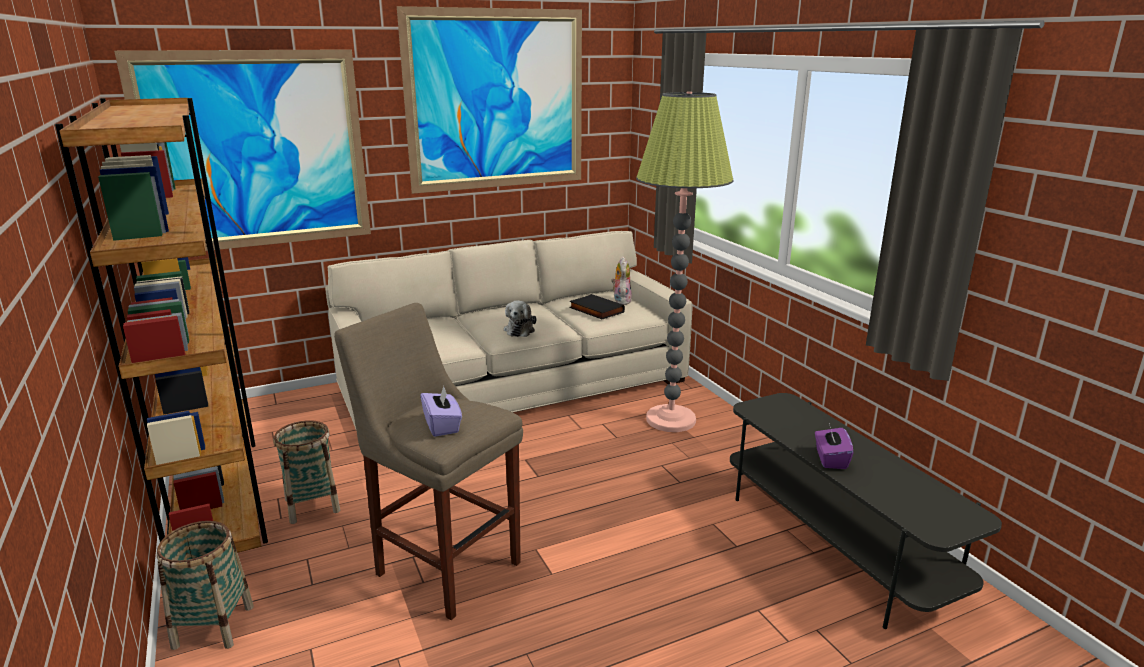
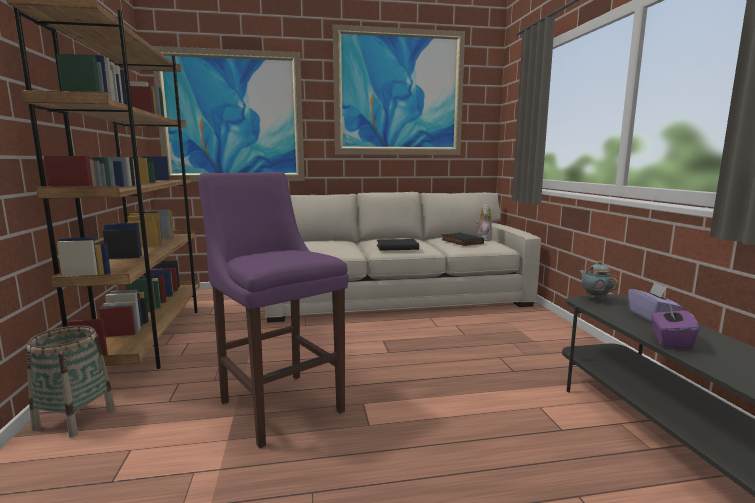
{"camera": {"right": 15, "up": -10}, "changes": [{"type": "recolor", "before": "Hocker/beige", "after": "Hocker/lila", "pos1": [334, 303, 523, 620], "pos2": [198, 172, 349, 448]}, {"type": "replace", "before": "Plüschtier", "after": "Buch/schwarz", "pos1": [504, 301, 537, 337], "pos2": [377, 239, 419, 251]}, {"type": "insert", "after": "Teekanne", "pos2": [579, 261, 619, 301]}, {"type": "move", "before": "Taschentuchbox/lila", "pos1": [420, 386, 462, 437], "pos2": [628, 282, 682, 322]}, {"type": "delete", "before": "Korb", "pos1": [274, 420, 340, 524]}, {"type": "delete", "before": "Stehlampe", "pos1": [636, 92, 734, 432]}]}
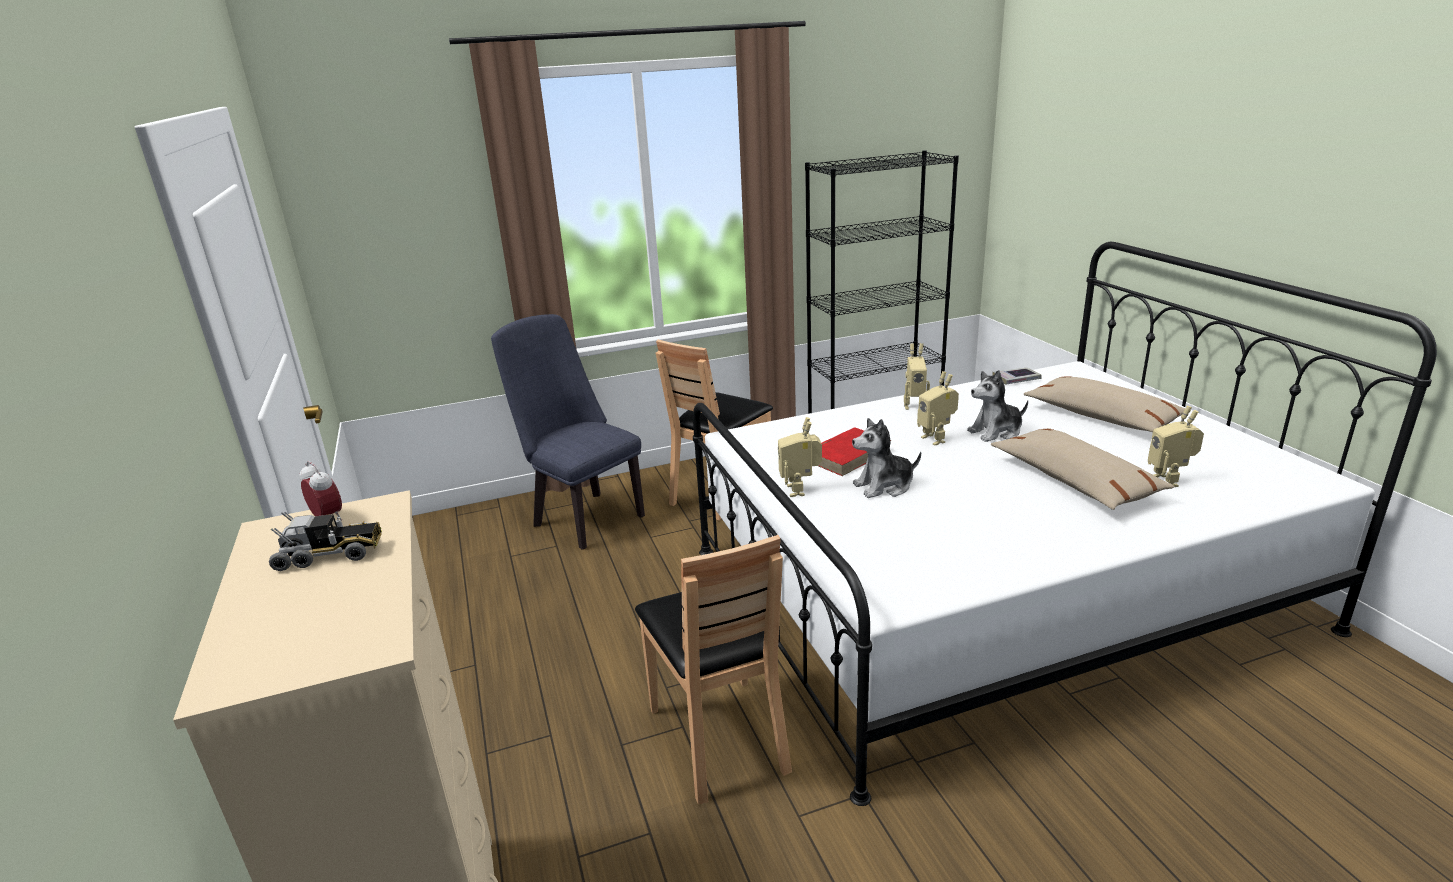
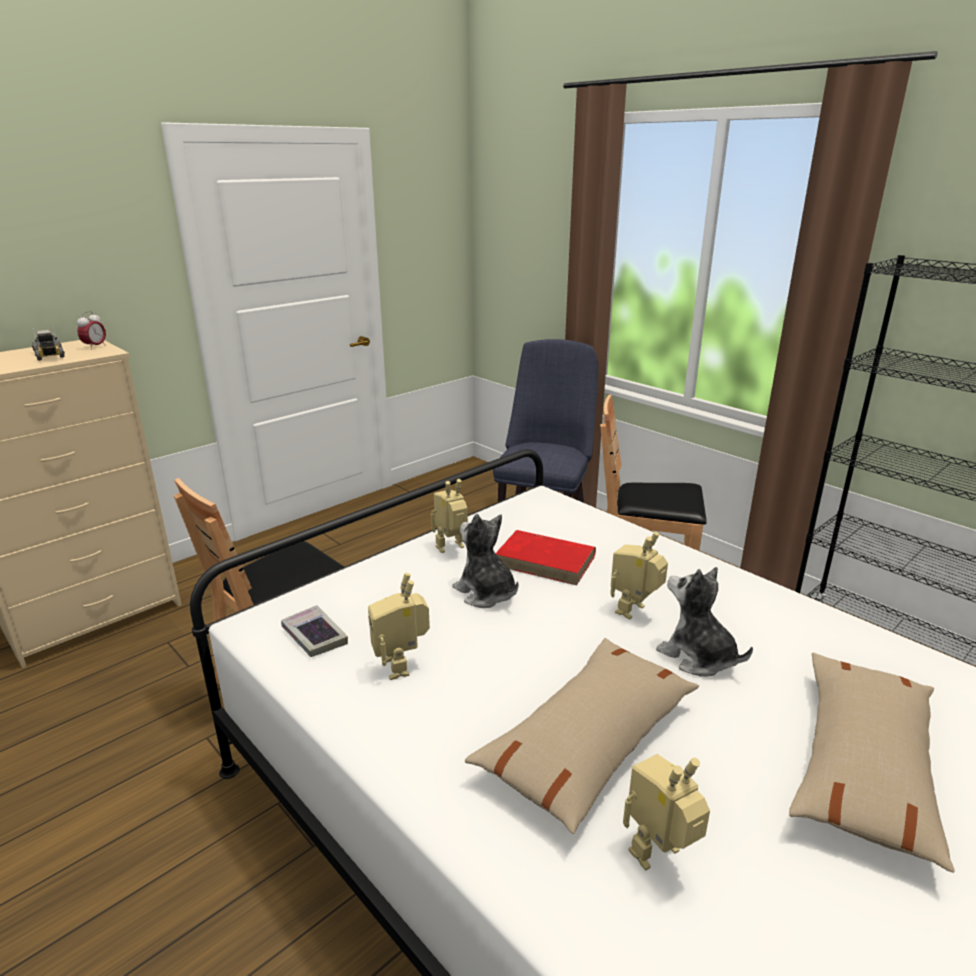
{"camera": {"right": 65, "up": 0}, "changes": [{"type": "move", "before": "Buch", "pos1": [993, 368, 1042, 384], "pos2": [281, 605, 348, 657]}, {"type": "move", "before": "Spielzeugroboter", "pos1": [904, 343, 930, 410], "pos2": [368, 573, 430, 680]}]}
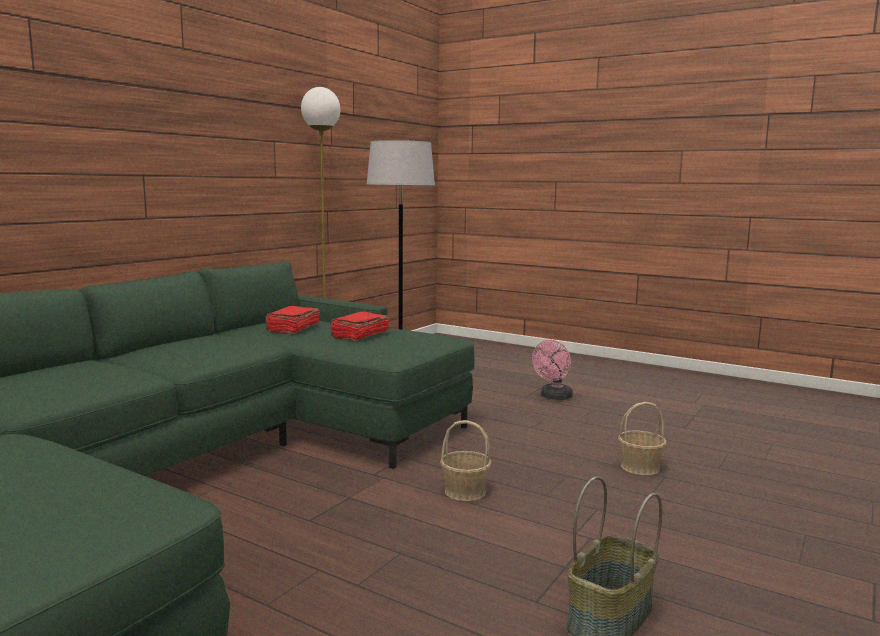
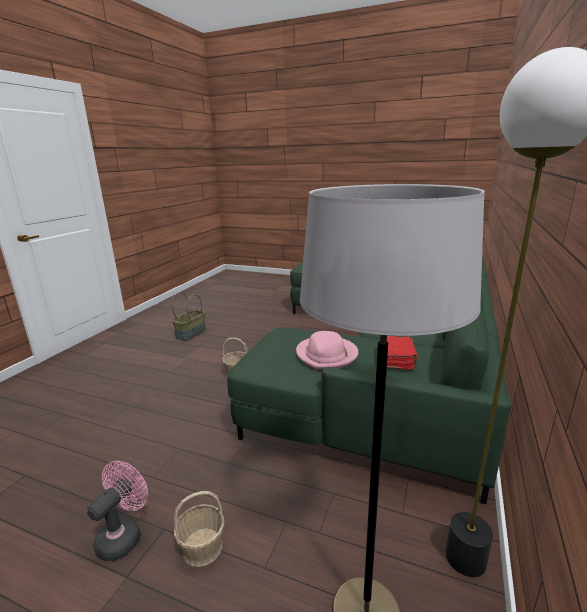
{"camera": {"right": 170, "up": 10}, "changes": [{"type": "move", "before": "Korb", "pos1": [618, 402, 667, 475], "pos2": [174, 491, 224, 567]}, {"type": "replace", "before": "Buch/rot", "after": "Hut/rosa", "pos1": [330, 312, 389, 342], "pos2": [296, 331, 358, 370]}]}
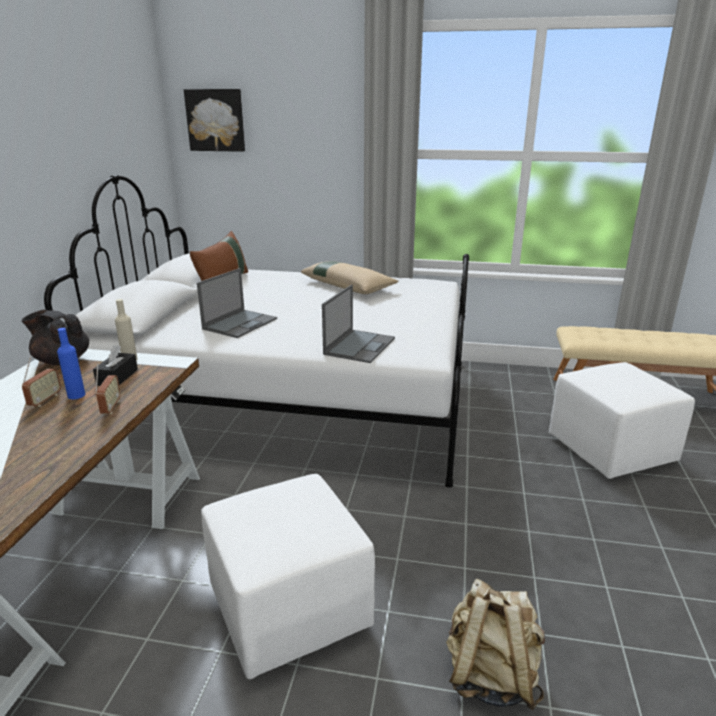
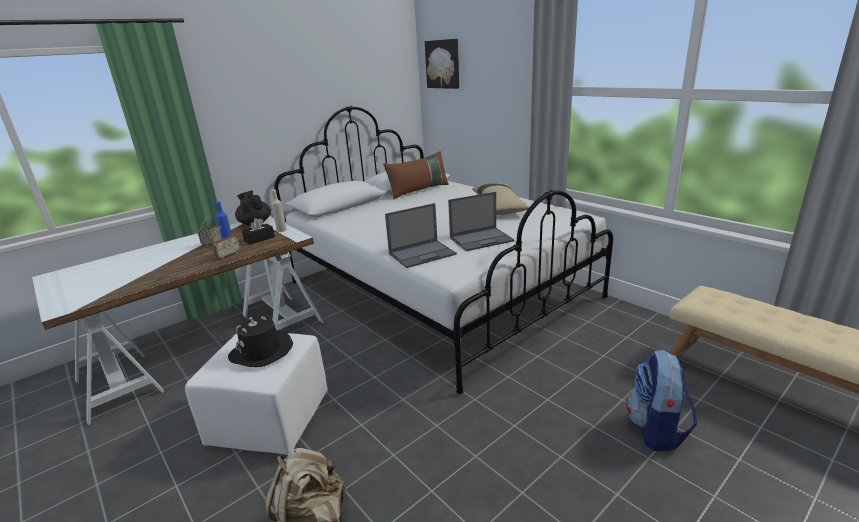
{"camera": {"right": 40, "up": 0}, "changes": [{"type": "insert", "after": "Hut/schwarz", "pos2": [228, 316, 293, 367]}, {"type": "move", "before": "Laptop", "pos1": [197, 268, 277, 338], "pos2": [448, 192, 515, 251]}, {"type": "replace", "before": "Polsterhocker/weiß", "after": "Rucksack", "pos1": [549, 362, 695, 479], "pos2": [626, 350, 697, 451]}]}
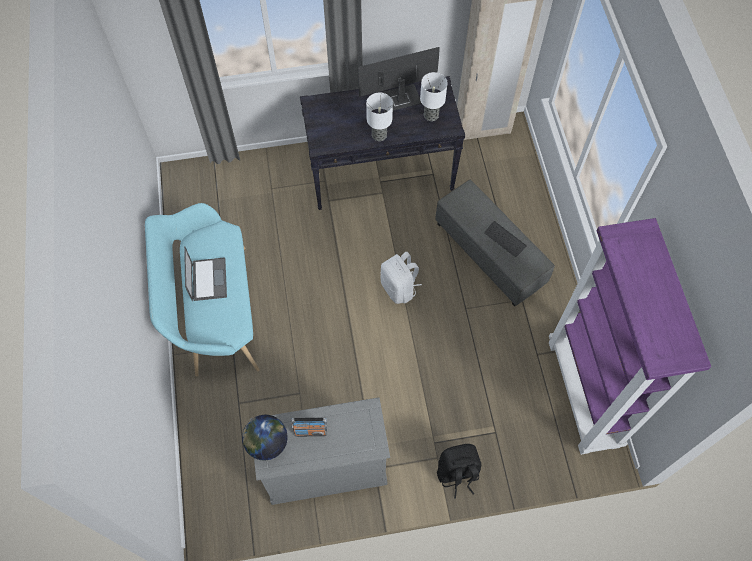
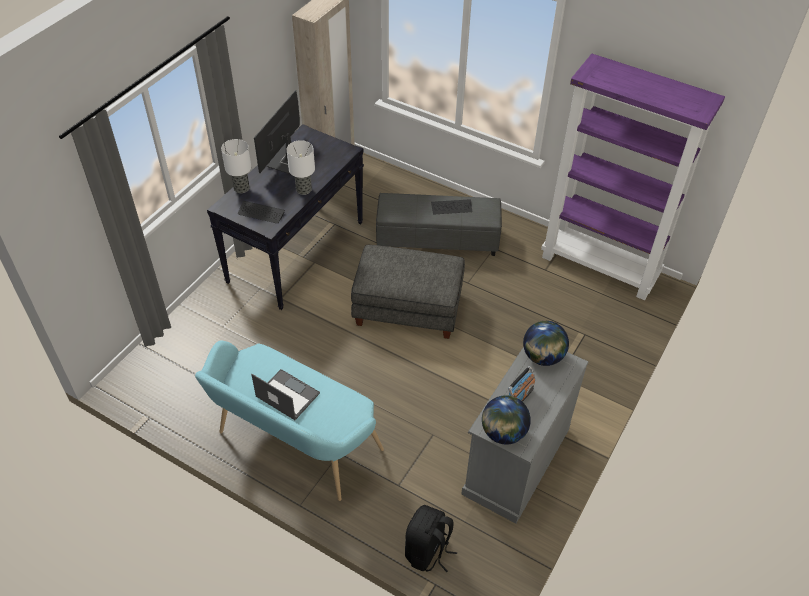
{"camera": {"right": -50, "up": -15}, "changes": [{"type": "move", "before": "Tischlampe", "pos1": [420, 72, 447, 121], "pos2": [221, 139, 251, 193]}, {"type": "insert", "after": "Tastatur", "pos2": [238, 201, 285, 224]}, {"type": "replace", "before": "Rucksack/weiß", "after": "Polsterhocker/grau", "pos1": [380, 252, 422, 304], "pos2": [351, 245, 465, 339]}, {"type": "move", "before": "Rucksack/schwarz", "pos1": [437, 444, 482, 499], "pos2": [405, 505, 457, 572]}, {"type": "insert", "after": "Globus", "pos2": [523, 321, 569, 366]}]}
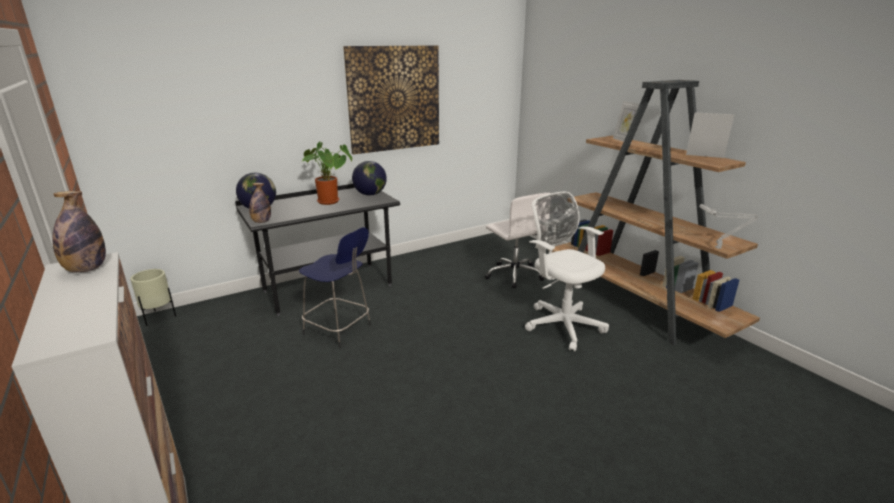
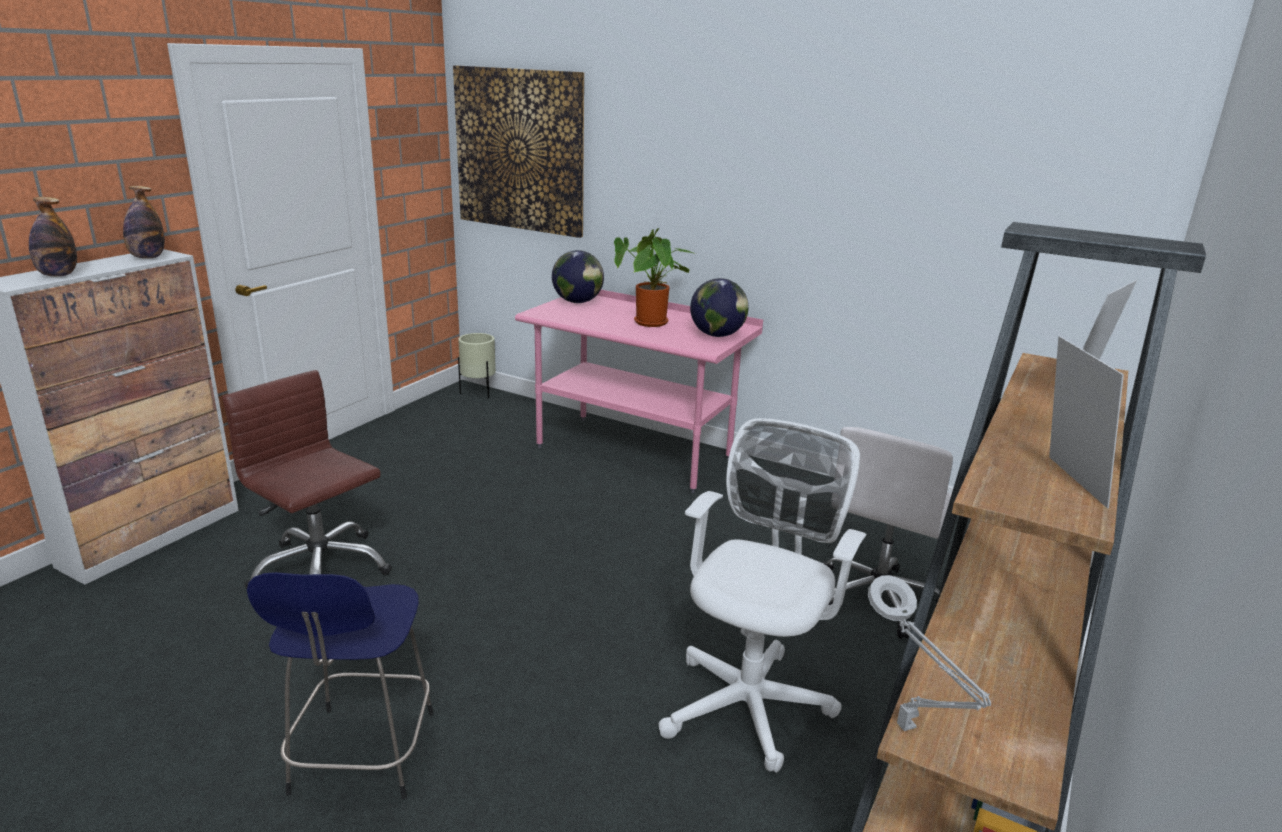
{"camera": {"right": 60, "up": 0}, "changes": [{"type": "move", "before": "Flasche", "pos1": [249, 183, 271, 223], "pos2": [29, 197, 77, 276]}, {"type": "insert", "after": "Bürostuhl/braun", "pos2": [222, 370, 392, 589]}, {"type": "move", "before": "Hocker/blau", "pos1": [299, 227, 371, 348], "pos2": [247, 572, 434, 800]}, {"type": "move", "before": "Bild", "pos1": [343, 46, 439, 154], "pos2": [453, 65, 584, 238]}, {"type": "recolor", "before": "Schreibtisch/schwarz", "after": "Schreibtisch/rosa", "pos1": [235, 184, 400, 316], "pos2": [515, 290, 763, 493]}]}
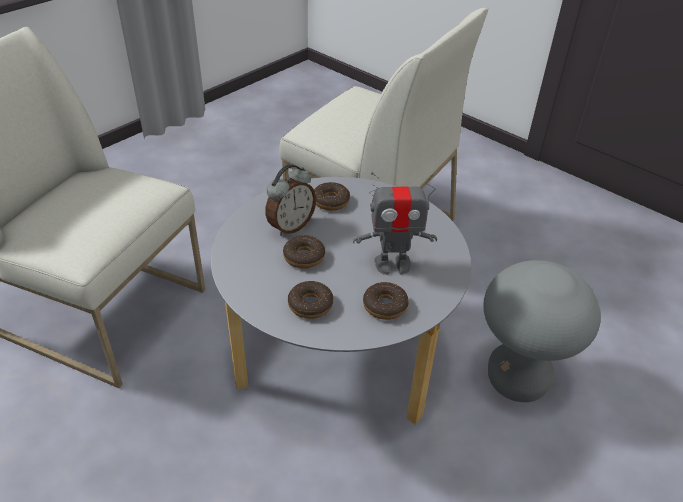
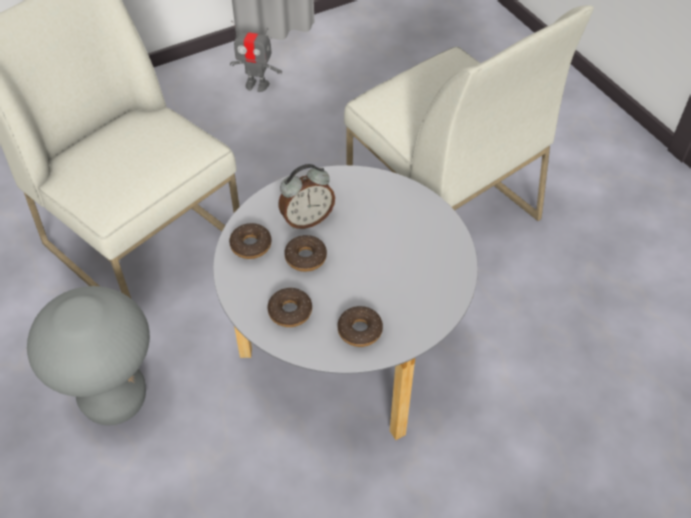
{"camera": {"right": 20, "up": 10}, "changes": [{"type": "move", "before": "Hocker/grau", "pos1": [483, 260, 601, 402], "pos2": [27, 286, 150, 425]}, {"type": "move", "before": "Donut", "pos1": [314, 182, 350, 211], "pos2": [229, 223, 272, 259]}, {"type": "move", "before": "Spielzeugroboter", "pos1": [353, 172, 437, 275], "pos2": [230, 20, 282, 92]}]}
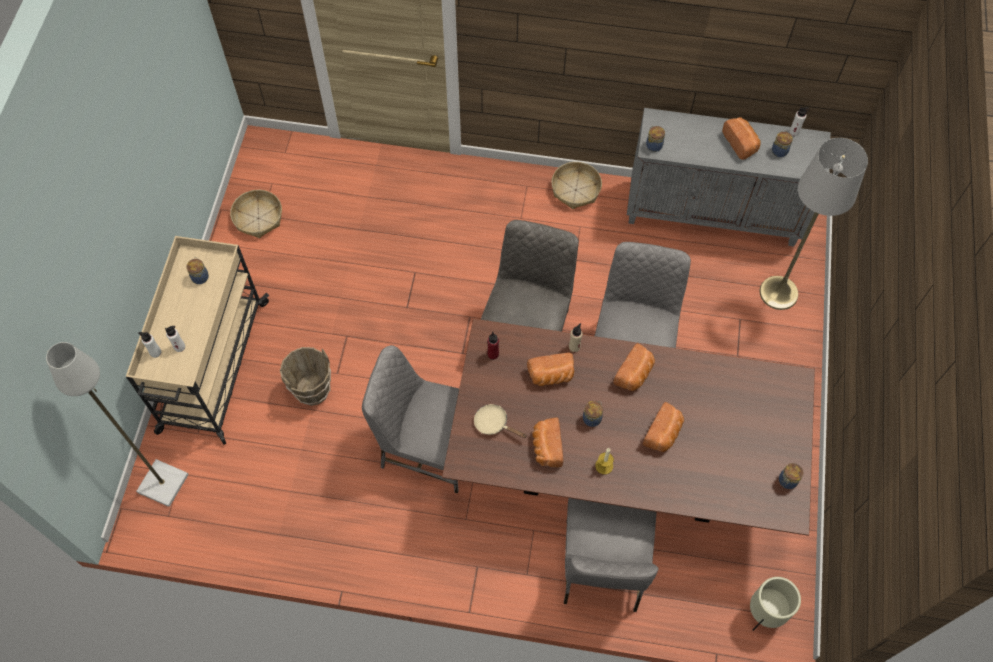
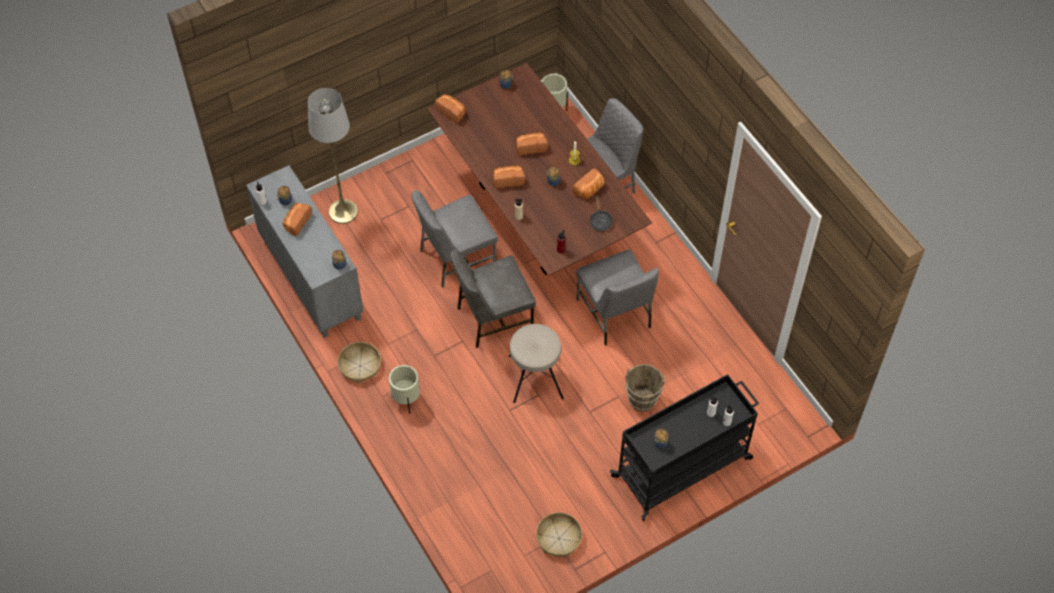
{"camera": {"right": -130, "up": -5}, "changes": [{"type": "insert", "after": "Pflanzkübel/beige", "pos2": [389, 365, 420, 414]}, {"type": "move", "before": "Brot", "pos1": [527, 352, 574, 386], "pos2": [435, 94, 466, 123]}, {"type": "insert", "after": "Hocker/beige", "pos2": [509, 324, 564, 403]}, {"type": "recolor", "before": "Pfanne/beige", "after": "Pfanne/schwarz", "pos1": [474, 404, 527, 438], "pos2": [590, 196, 613, 231]}, {"type": "recolor", "before": "Rollwagen/beige", "after": "Rollwagen/schwarz", "pos1": [126, 236, 269, 445], "pos2": [610, 374, 759, 521]}, {"type": "delete", "before": "Stehlampe/grau", "pos1": [46, 342, 189, 507]}]}
